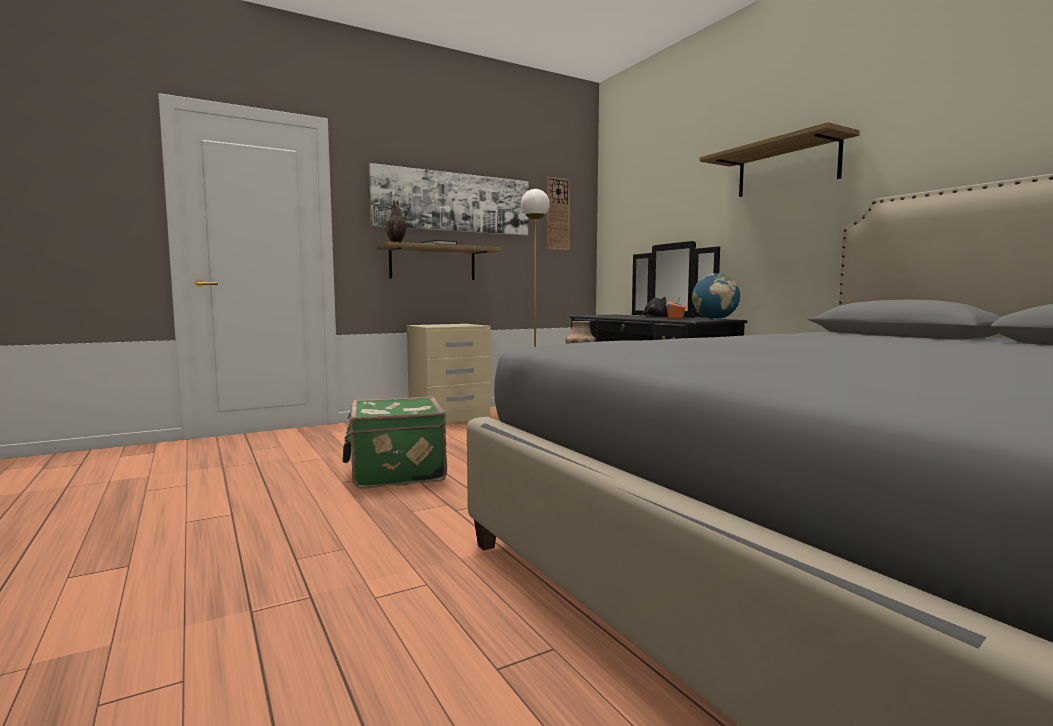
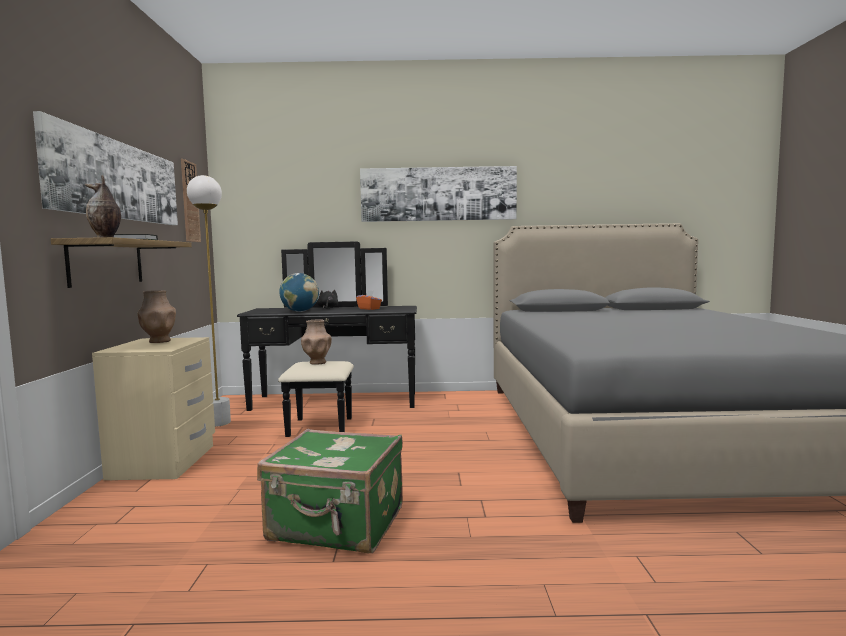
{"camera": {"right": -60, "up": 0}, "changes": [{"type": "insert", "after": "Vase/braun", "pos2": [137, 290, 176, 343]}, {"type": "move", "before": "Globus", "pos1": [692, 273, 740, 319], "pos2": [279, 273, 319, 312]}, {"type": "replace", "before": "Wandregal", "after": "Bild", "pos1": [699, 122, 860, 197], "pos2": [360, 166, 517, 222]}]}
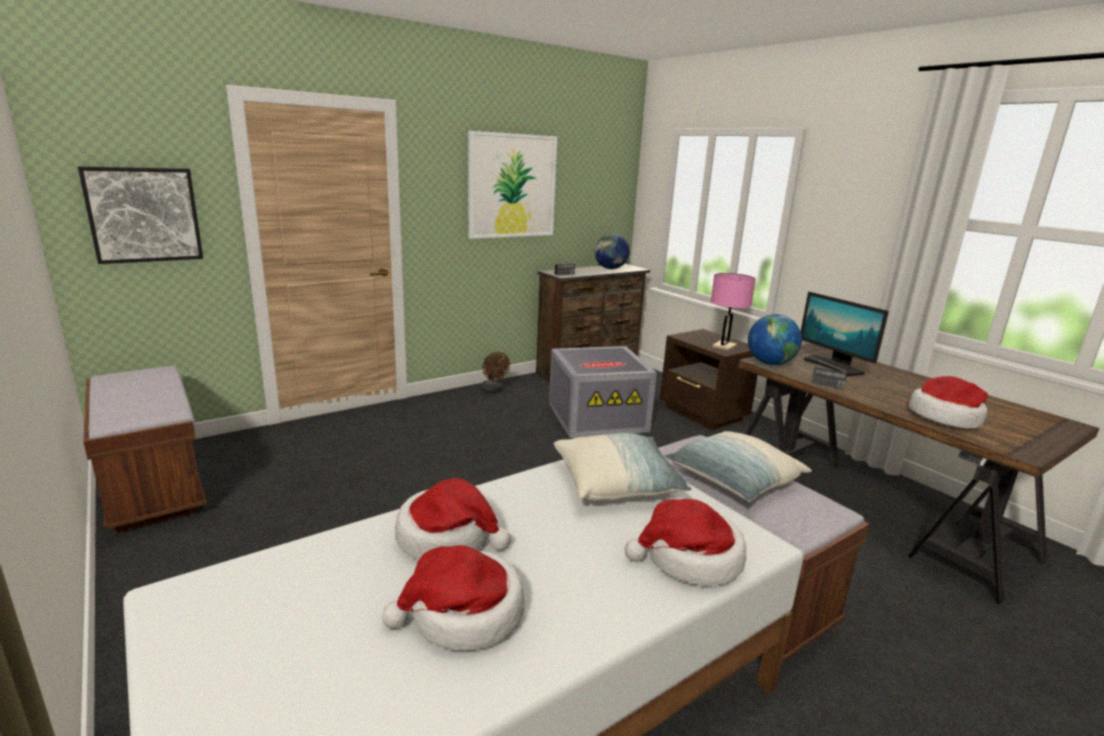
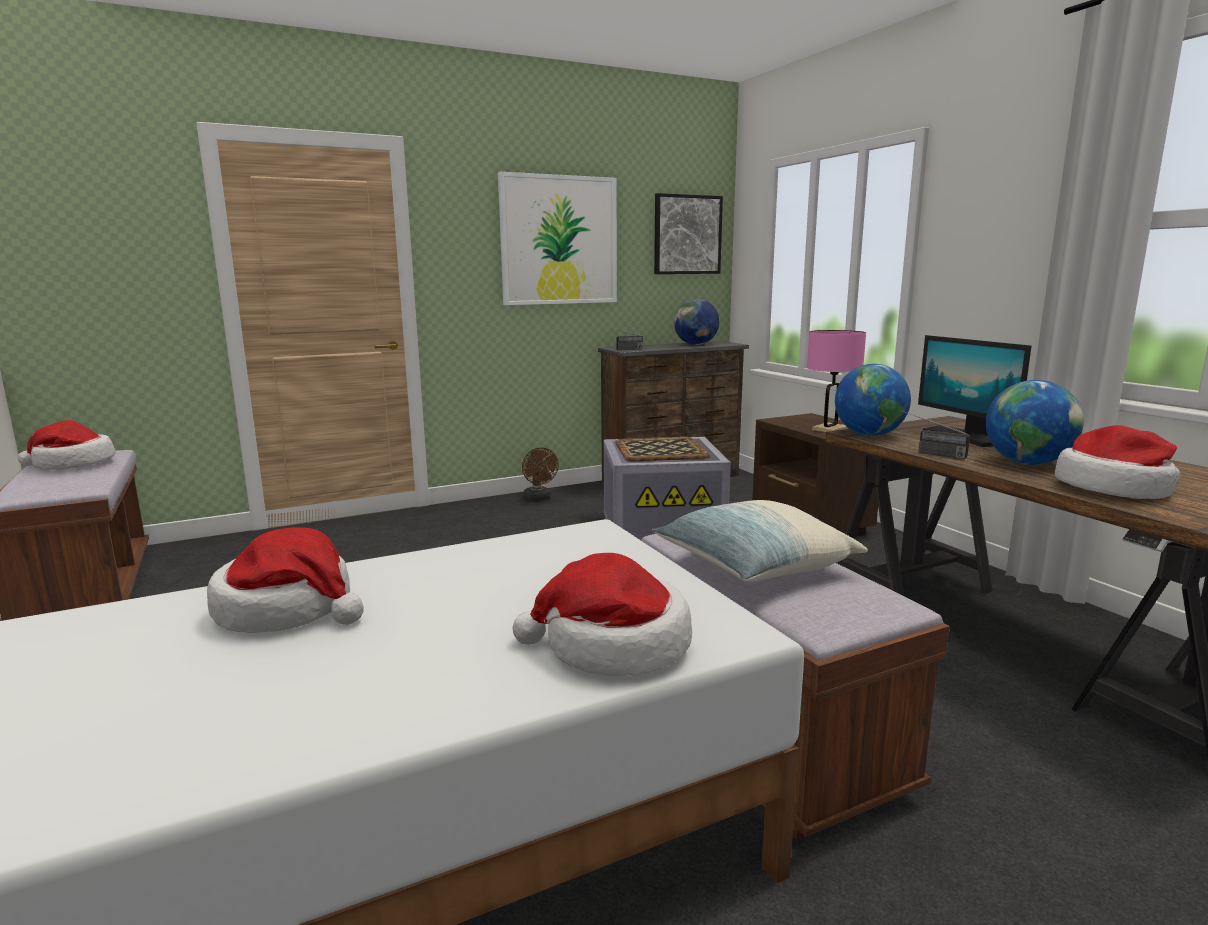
{"camera": {"right": 10, "up": -5}, "changes": [{"type": "move", "before": "Hut", "pos1": [382, 545, 525, 651], "pos2": [18, 420, 115, 470]}, {"type": "insert", "after": "Tablett", "pos2": [615, 437, 710, 461]}, {"type": "move", "before": "Bild", "pos1": [78, 167, 203, 264], "pos2": [654, 193, 723, 274]}, {"type": "insert", "after": "Globus", "pos2": [986, 380, 1084, 465]}, {"type": "delete", "before": "Kissen", "pos1": [554, 433, 692, 501]}]}
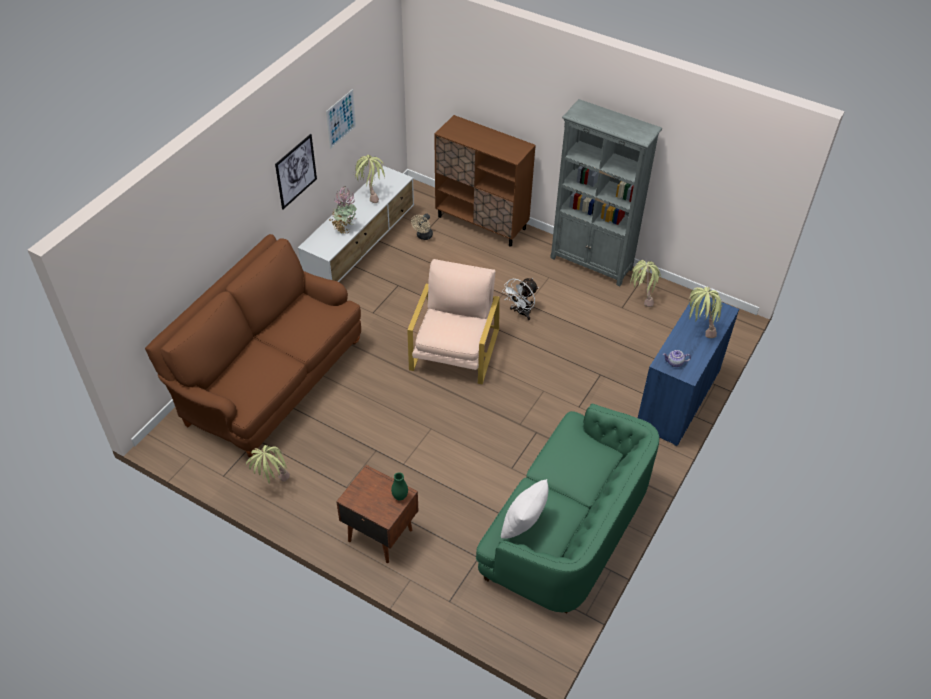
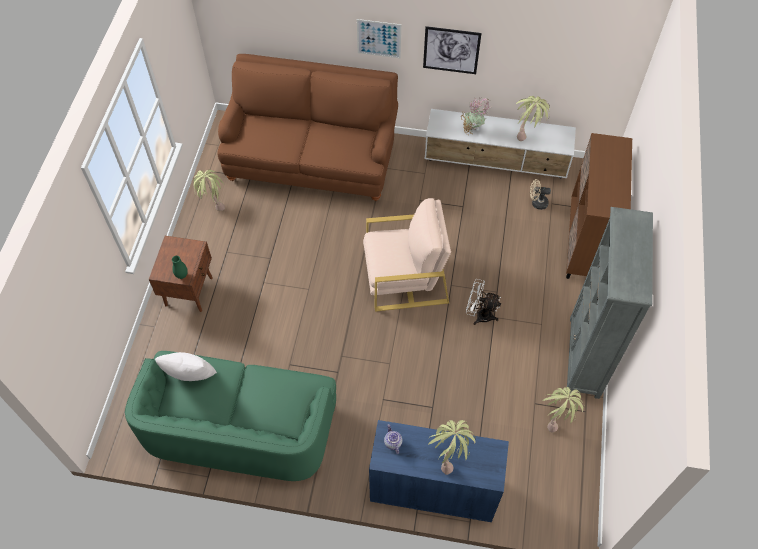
{"camera": {"right": 70, "up": 10}, "changes": [{"type": "move", "before": "Bild", "pos1": [326, 89, 356, 149], "pos2": [357, 19, 402, 58]}]}
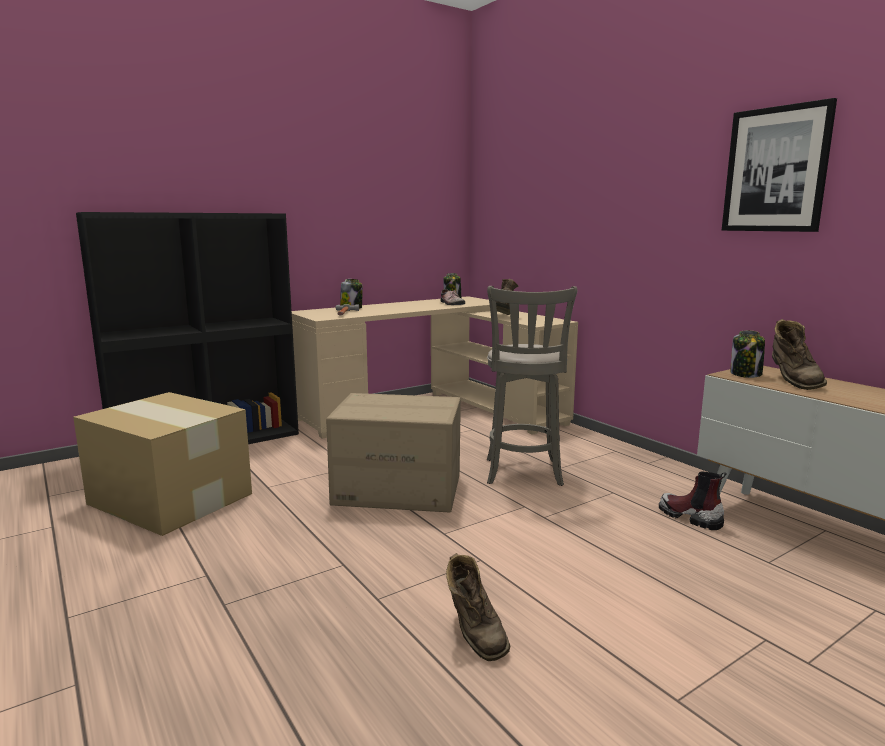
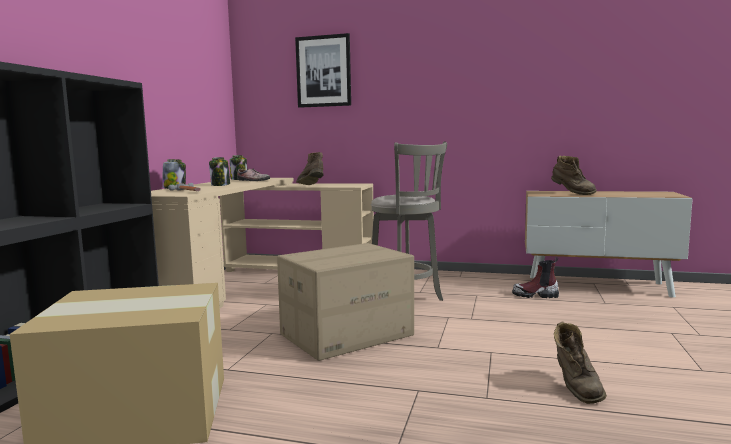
{"camera": {"right": -40, "up": -5}, "changes": [{"type": "move", "before": "Vorratsglas", "pos1": [731, 330, 765, 378], "pos2": [209, 157, 230, 186]}, {"type": "move", "before": "Bild", "pos1": [722, 98, 837, 232], "pos2": [295, 33, 351, 108]}, {"type": "rotate", "before": "Stiefel/braun", "pos1": [446, 553, 511, 661], "pos2": [554, 321, 607, 404], "turn": 60}]}
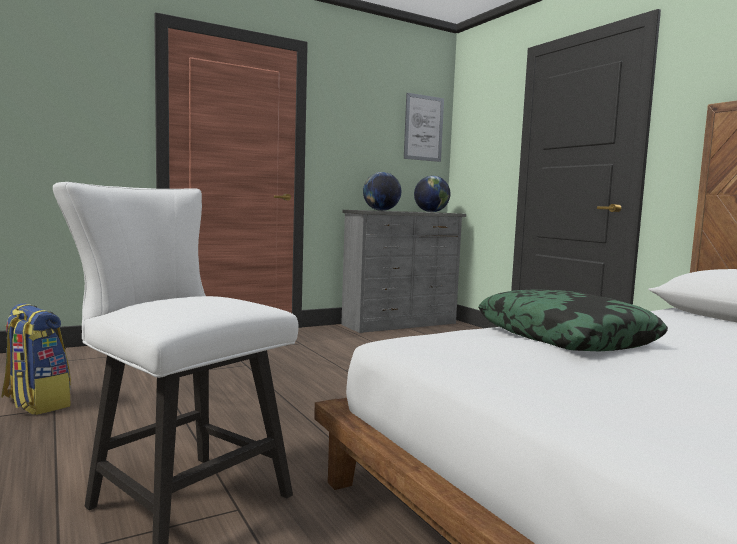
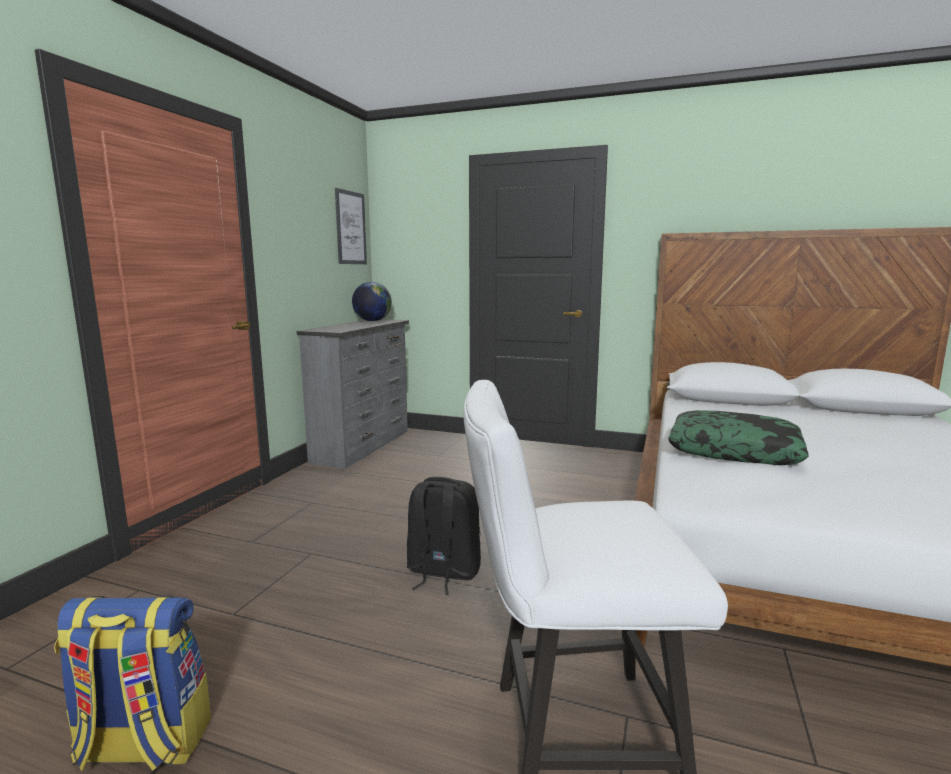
{"camera": {"right": -40, "up": 5}, "changes": [{"type": "insert", "after": "Rucksack/schwarz", "pos2": [407, 477, 481, 595]}, {"type": "delete", "before": "Globus", "pos1": [363, 172, 401, 211]}]}
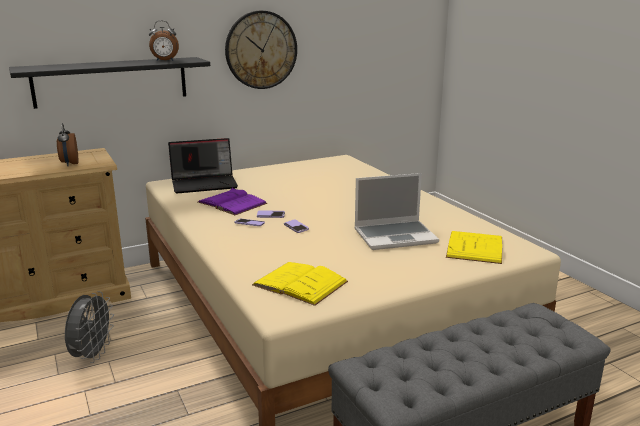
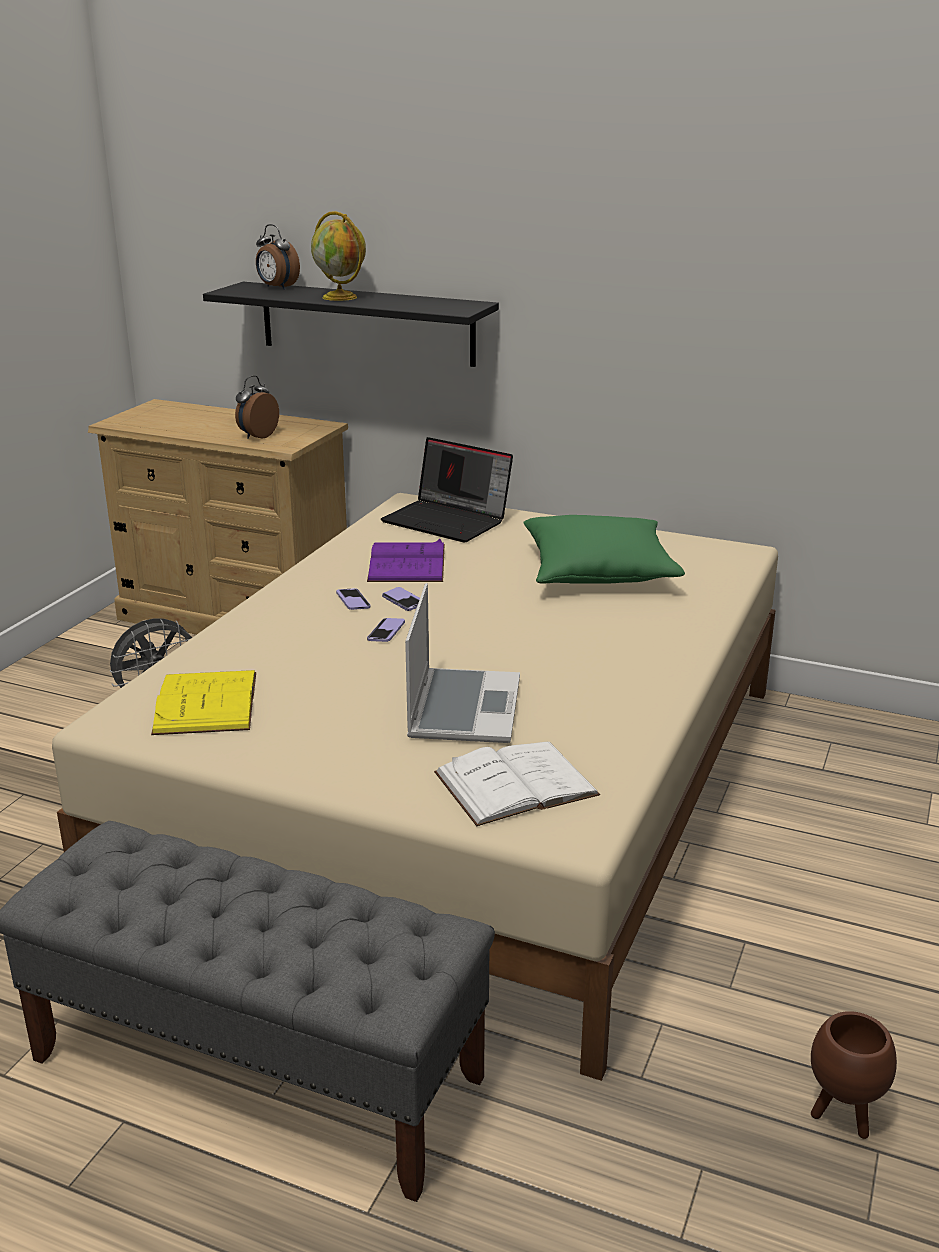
{"camera": {"right": 50, "up": 5}, "changes": [{"type": "move", "before": "Wecker", "pos1": [149, 20, 179, 61], "pos2": [256, 224, 300, 290]}, {"type": "insert", "after": "Globus", "pos2": [311, 211, 366, 301]}, {"type": "rotate", "before": "Laptop", "pos1": [354, 173, 439, 250], "pos2": [405, 583, 520, 743], "turn": -120}, {"type": "recolor", "before": "Buch/gelb", "after": "Buch/weiß", "pos1": [446, 231, 502, 264], "pos2": [434, 741, 600, 826]}, {"type": "insert", "after": "Kissen/grün", "pos2": [523, 515, 685, 584]}, {"type": "insert", "after": "Pflanzkübel/braun", "pos2": [811, 1011, 897, 1139]}, {"type": "delete", "before": "Wanduhr", "pos1": [225, 11, 297, 89]}]}
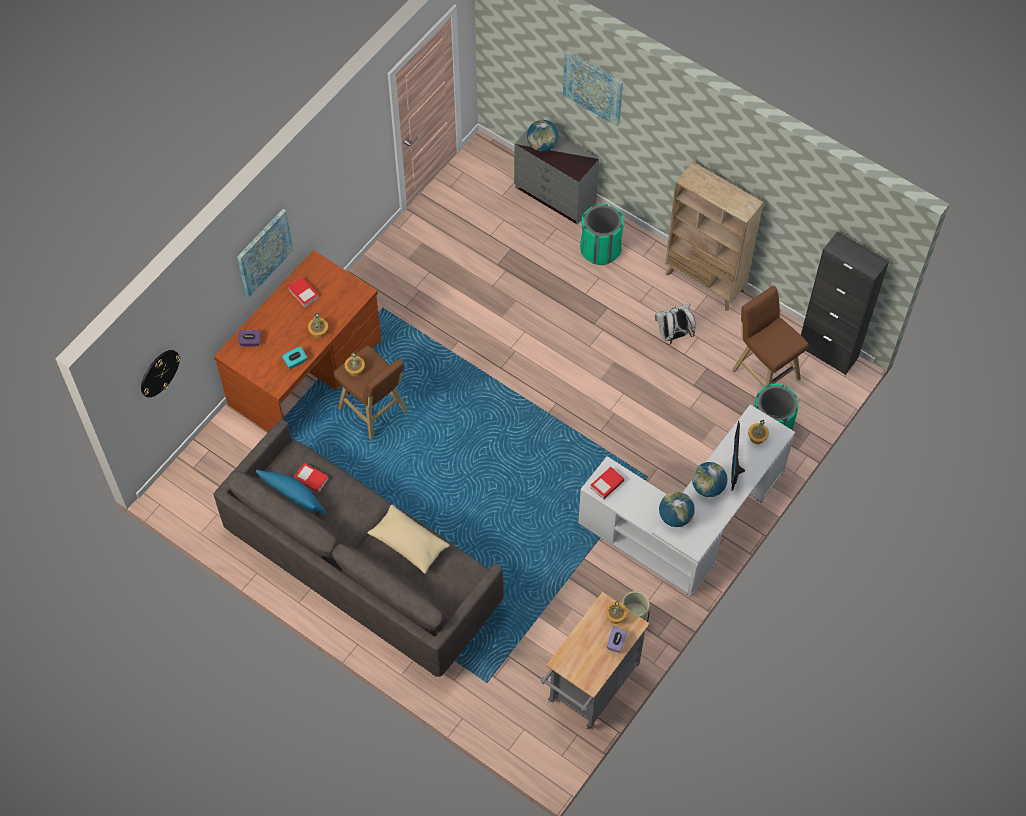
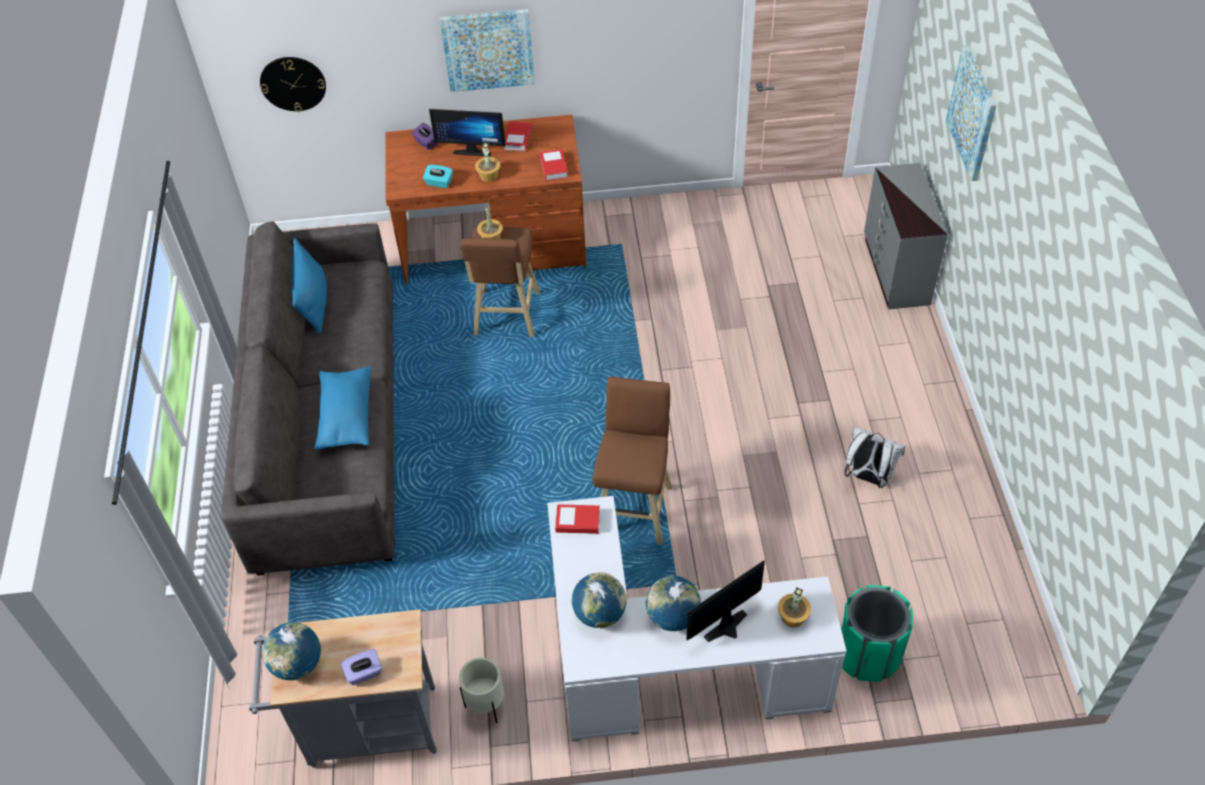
{"camera": {"right": 50, "up": -10}, "changes": [{"type": "move", "before": "Globus", "pos1": [527, 120, 558, 152], "pos2": [262, 622, 321, 680]}, {"type": "recolor", "before": "Kissen/beige", "after": "Kissen/blau", "pos1": [367, 505, 450, 574], "pos2": [314, 367, 371, 450]}, {"type": "insert", "after": "Monitor", "pos2": [429, 109, 506, 156]}, {"type": "move", "before": "Buch", "pos1": [294, 463, 329, 493], "pos2": [539, 149, 568, 181]}, {"type": "move", "before": "Hocker/braun", "pos1": [732, 286, 809, 388], "pos2": [593, 376, 672, 545]}, {"type": "delete", "before": "Mülleimer/grün", "pos1": [580, 204, 624, 265]}, {"type": "delete", "before": "Topfpflanze", "pos1": [605, 601, 627, 624]}, {"type": "delete", "before": "Bücherregal/beige", "pos1": [665, 162, 764, 311]}, {"type": "delete", "before": "Schrank/schwarz", "pos1": [801, 231, 889, 375]}]}
